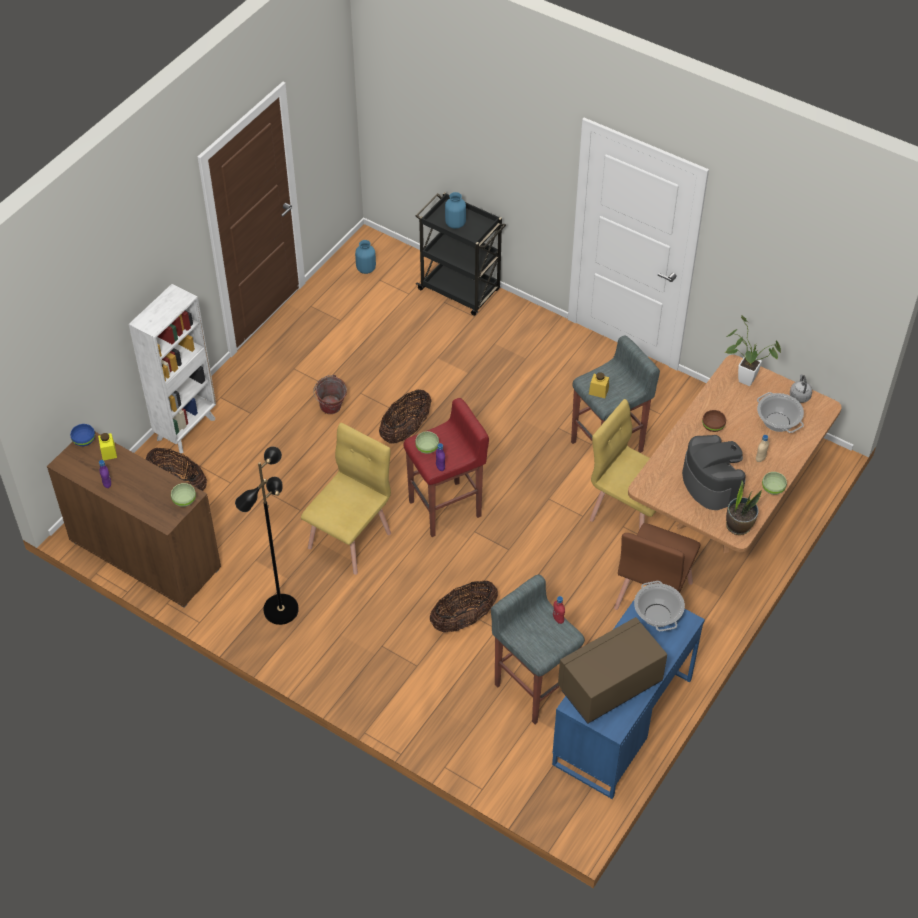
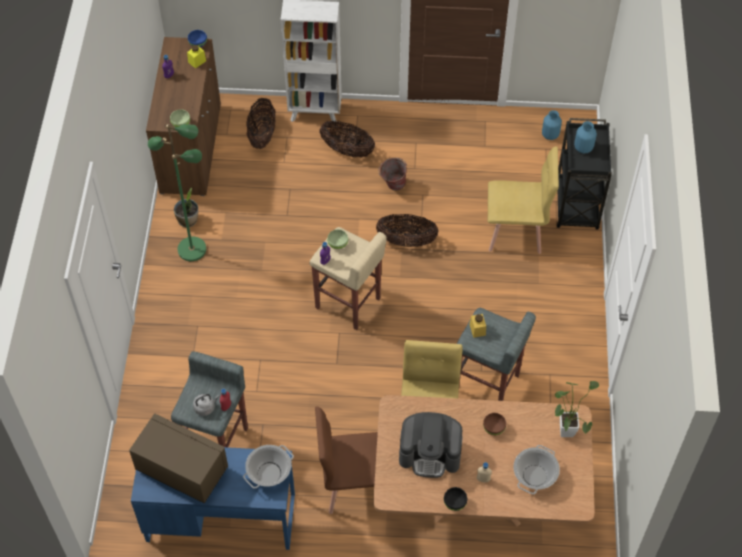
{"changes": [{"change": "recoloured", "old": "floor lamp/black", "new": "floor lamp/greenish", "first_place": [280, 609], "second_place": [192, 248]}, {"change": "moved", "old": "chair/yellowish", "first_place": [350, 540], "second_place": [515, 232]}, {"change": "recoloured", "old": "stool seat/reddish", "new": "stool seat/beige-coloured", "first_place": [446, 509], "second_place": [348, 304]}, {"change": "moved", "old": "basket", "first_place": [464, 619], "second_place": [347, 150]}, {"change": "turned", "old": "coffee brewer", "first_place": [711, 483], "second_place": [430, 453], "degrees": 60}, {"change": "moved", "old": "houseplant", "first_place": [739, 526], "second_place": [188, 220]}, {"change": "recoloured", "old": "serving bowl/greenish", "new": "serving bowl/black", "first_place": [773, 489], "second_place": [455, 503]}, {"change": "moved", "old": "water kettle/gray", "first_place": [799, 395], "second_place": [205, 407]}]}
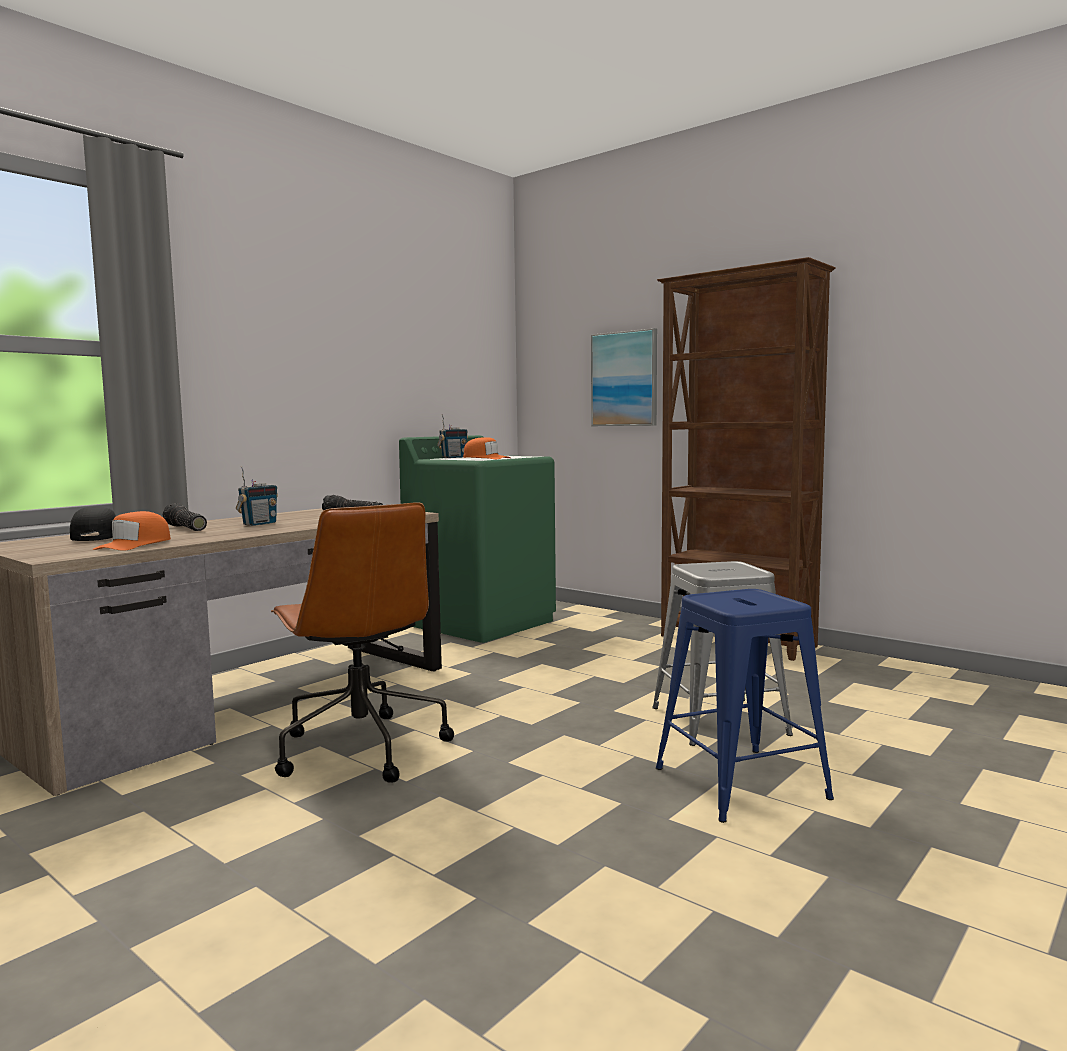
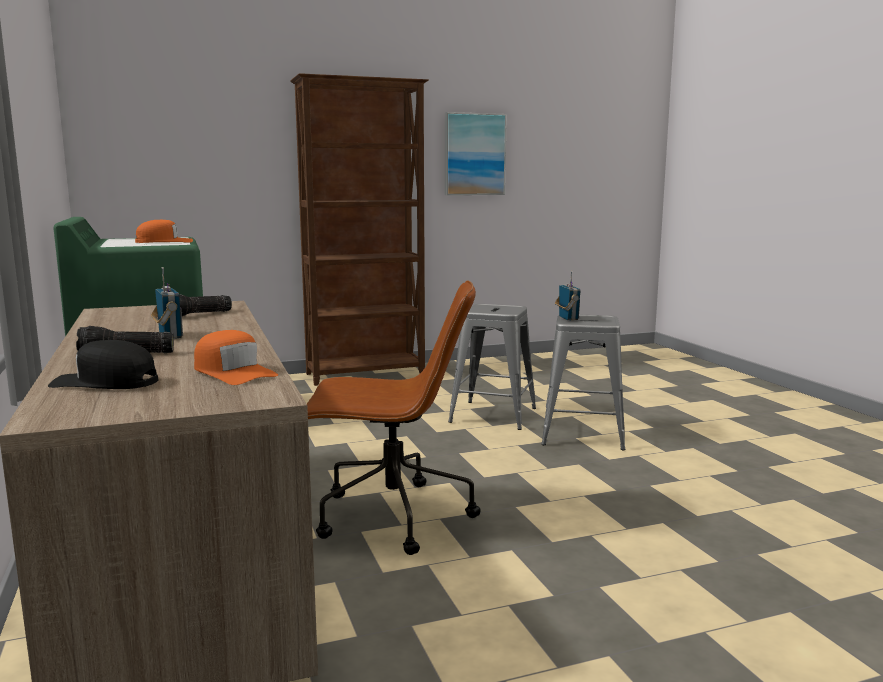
{"changes": [{"change": "moved", "old": "radio receiver", "first_place": [453, 457], "second_place": [567, 318]}, {"change": "moved", "old": "wall art", "first_place": [624, 379], "second_place": [474, 154]}, {"change": "recoloured", "old": "stool seat/bluish", "new": "stool seat/gray", "first_place": [739, 783], "second_place": [582, 434]}]}
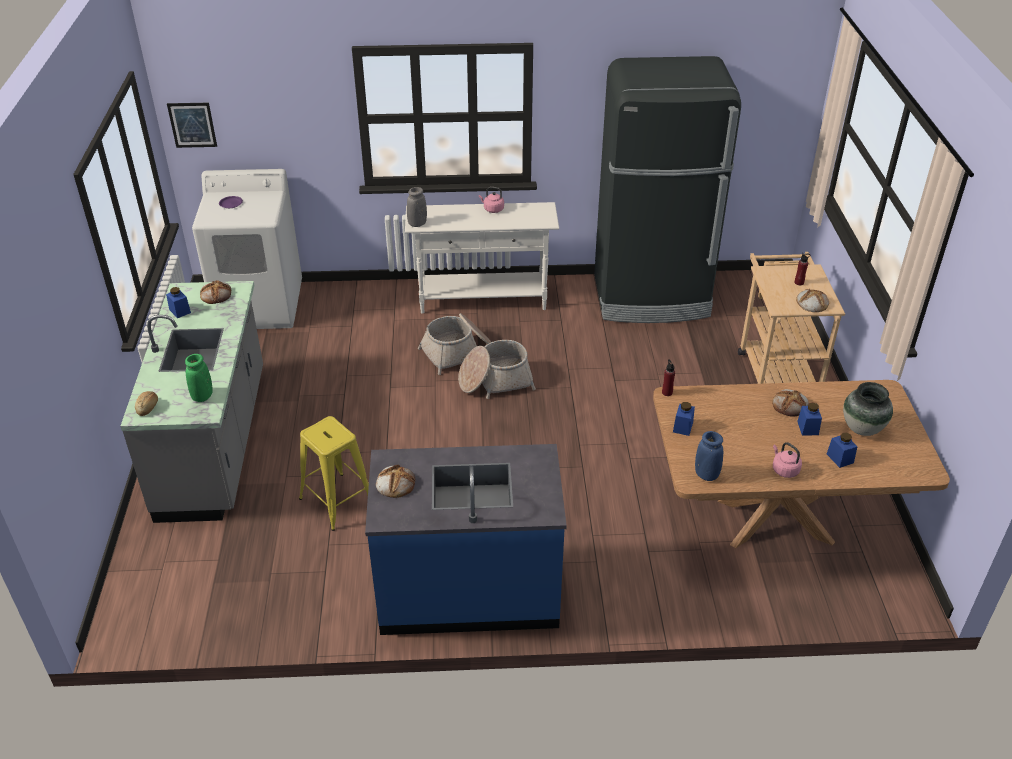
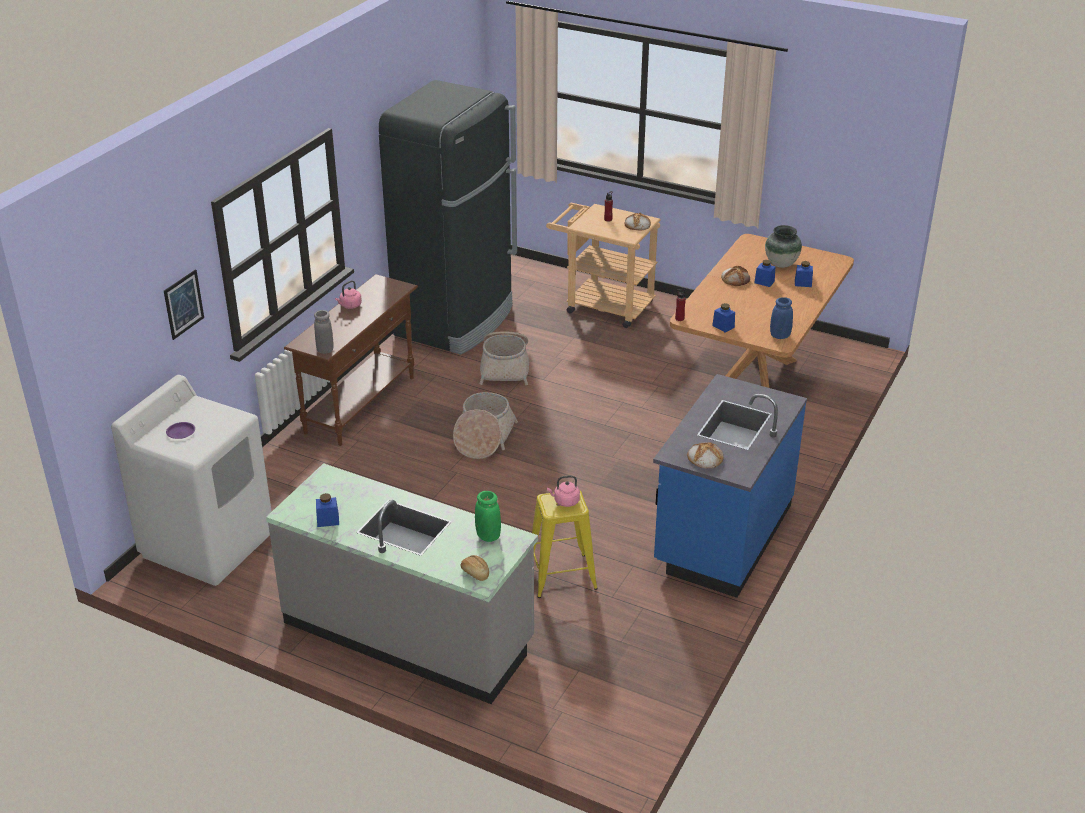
{"changes": [{"change": "moved", "old": "wall art", "first_place": [192, 125], "second_place": [183, 304]}, {"change": "removed", "old": "baked bread", "first_place": [216, 294]}, {"change": "recoloured", "old": "hall table/white-coloured", "new": "hall table/brown", "first_place": [483, 300], "second_place": [361, 405]}, {"change": "moved", "old": "basket", "first_place": [458, 352], "second_place": [505, 367]}, {"change": "moved", "old": "water kettle/pink-coloured", "first_place": [784, 469], "second_place": [565, 501]}]}
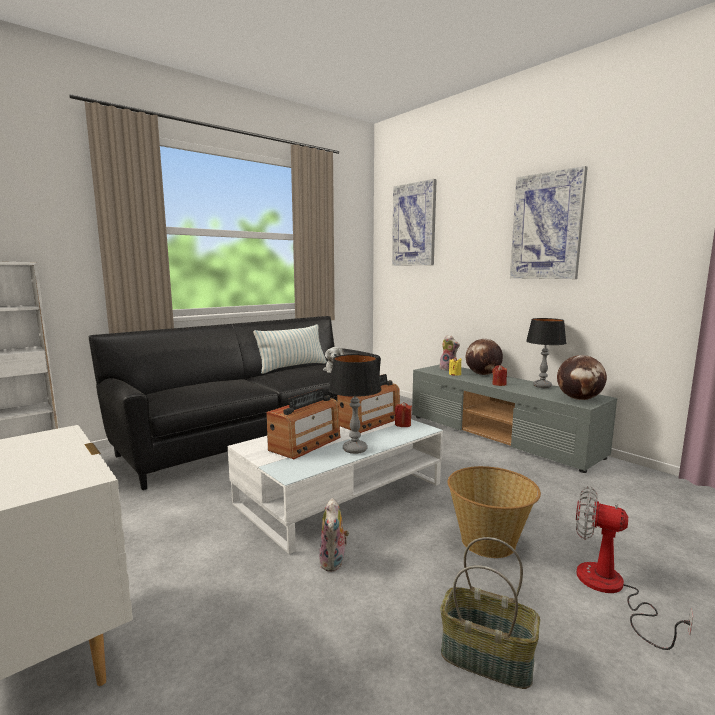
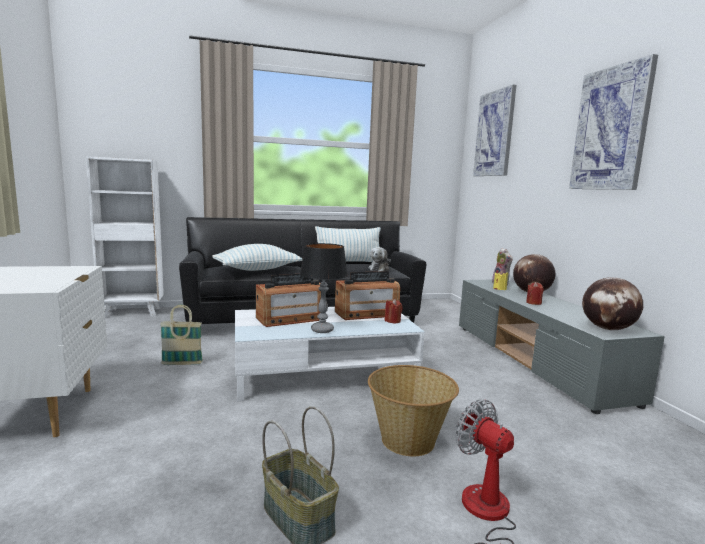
{"changes": [{"change": "removed", "old": "cuddly toy", "first_place": [334, 562]}, {"change": "removed", "old": "lamp for a table", "first_place": [542, 386]}, {"change": "added", "new": "basket", "second_place": [182, 364]}, {"change": "added", "new": "throw pillow", "second_place": [257, 269]}]}
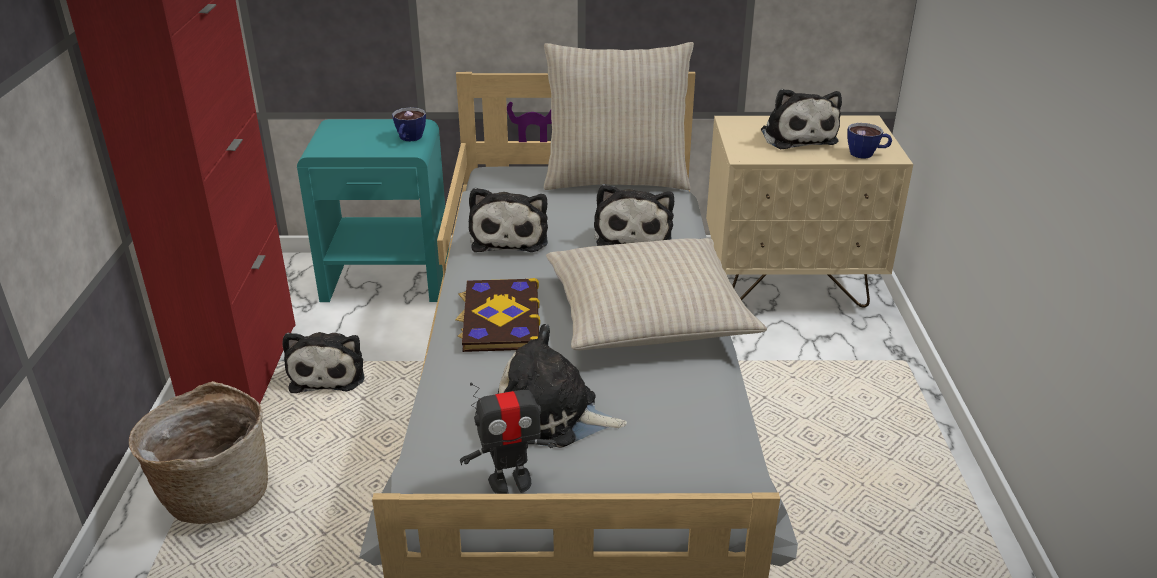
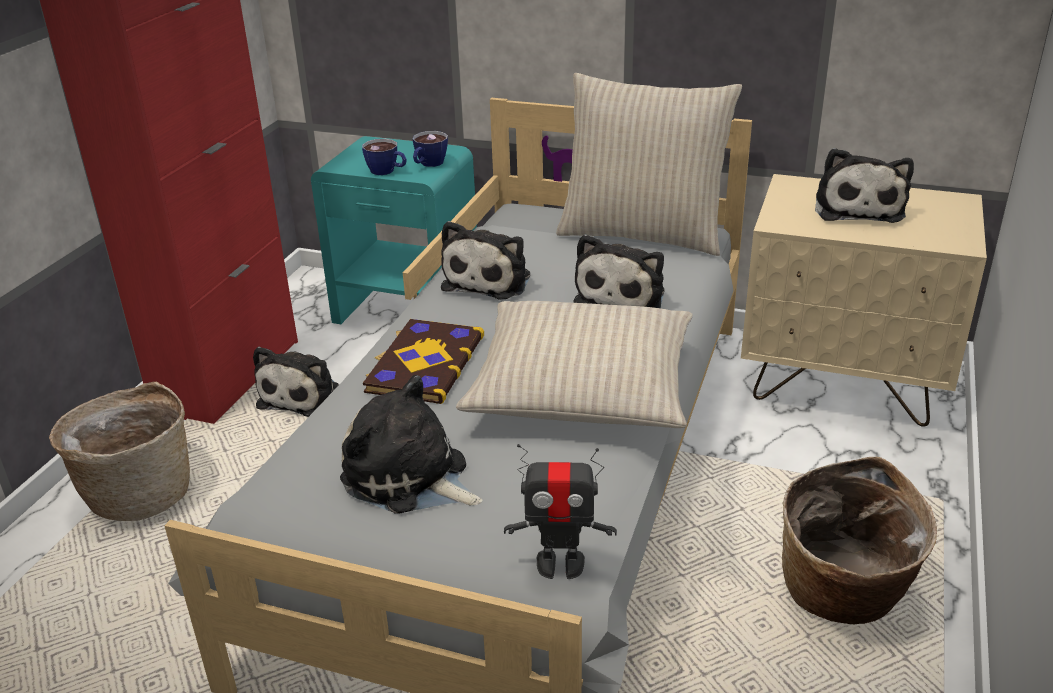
{"changes": [{"change": "moved", "old": "toy robot", "first_place": [510, 481], "second_place": [560, 564]}, {"change": "moved", "old": "drinking cup", "first_place": [867, 154], "second_place": [387, 171]}, {"change": "added", "new": "basket", "second_place": [843, 596]}]}
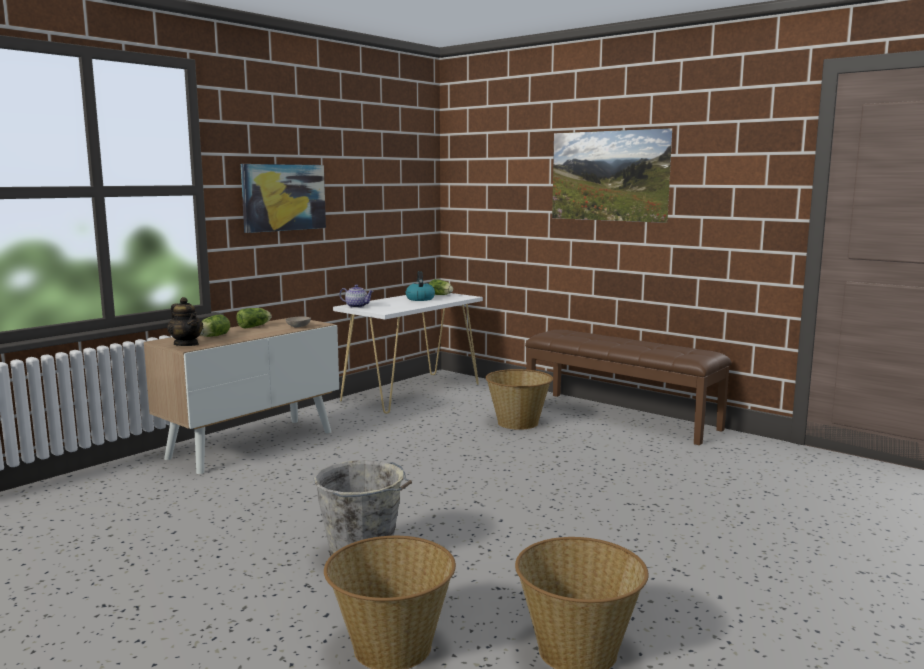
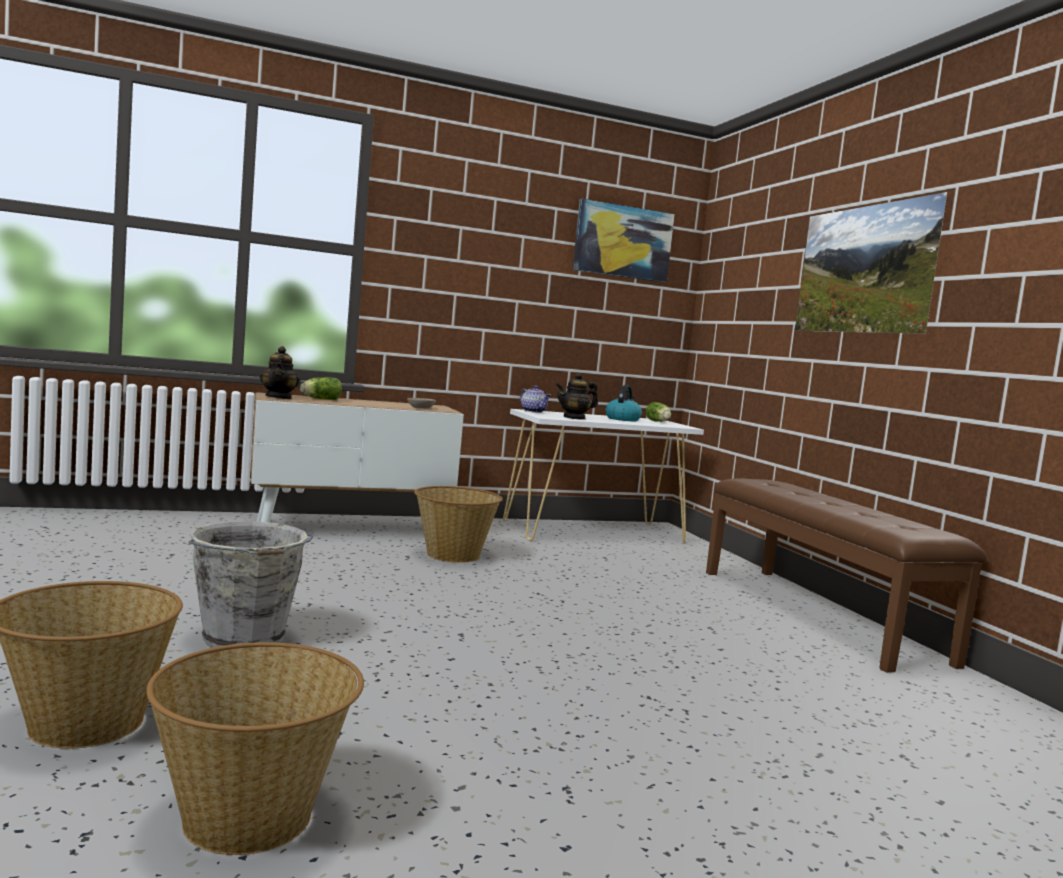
{"changes": [{"change": "removed", "old": "head of lettuce", "first_place": [255, 326]}, {"change": "moved", "old": "wall art", "first_place": [283, 197], "second_place": [623, 241]}, {"change": "moved", "old": "basket", "first_place": [518, 423], "second_place": [453, 555]}, {"change": "added", "new": "teapot", "second_place": [574, 418]}]}
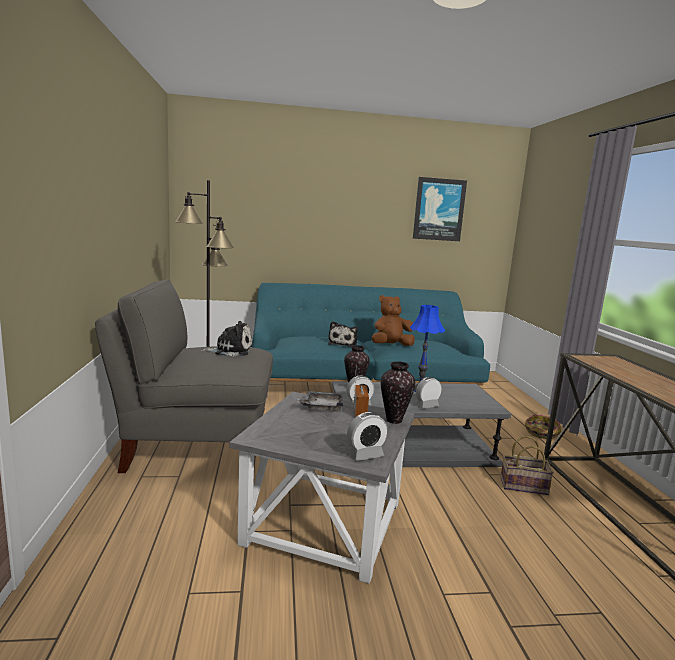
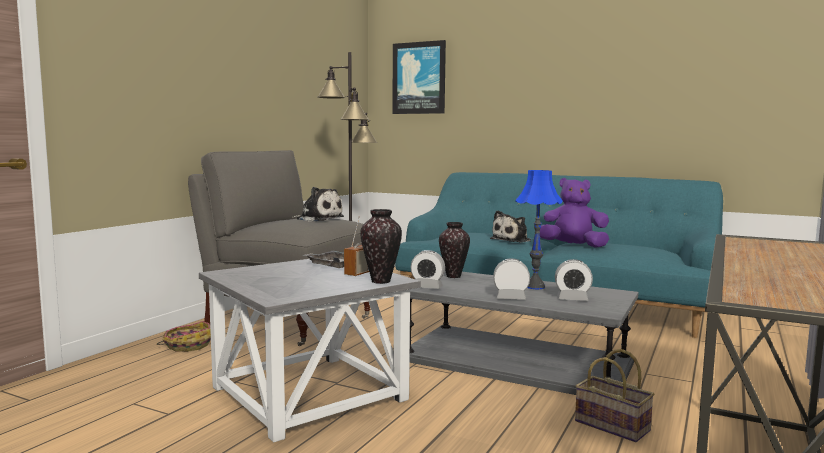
{"changes": [{"change": "moved", "old": "alarm clock", "first_place": [365, 455], "second_place": [572, 299]}, {"change": "recoloured", "old": "cuddly toy/brown", "new": "cuddly toy/purplish", "first_place": [391, 346], "second_place": [573, 246]}, {"change": "moved", "old": "wall art", "first_place": [439, 209], "second_place": [419, 78]}, {"change": "moved", "old": "basket", "first_place": [541, 433], "second_place": [187, 345]}]}
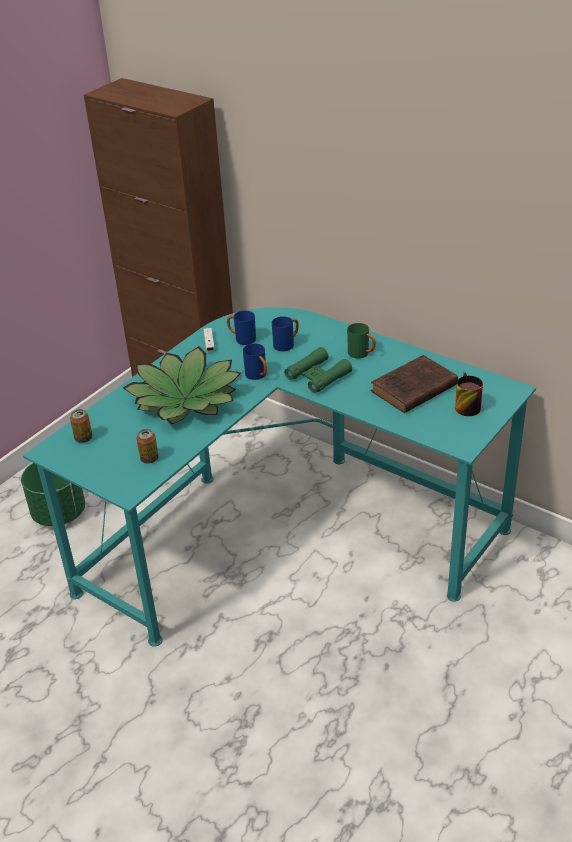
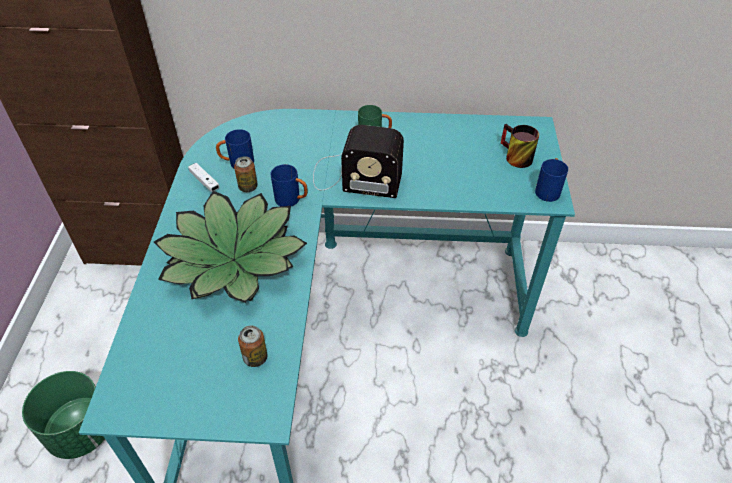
{"changes": [{"change": "moved", "old": "metal can", "first_place": [83, 438], "second_place": [248, 187]}, {"change": "moved", "old": "mug/bluish", "first_place": [287, 344], "second_place": [548, 190]}, {"change": "replaced", "old": "field glasses/greenish", "new": "radio receiver", "first_place": [318, 376], "second_place": [353, 177]}, {"change": "removed", "old": "bound book/brown", "first_place": [412, 389]}]}
